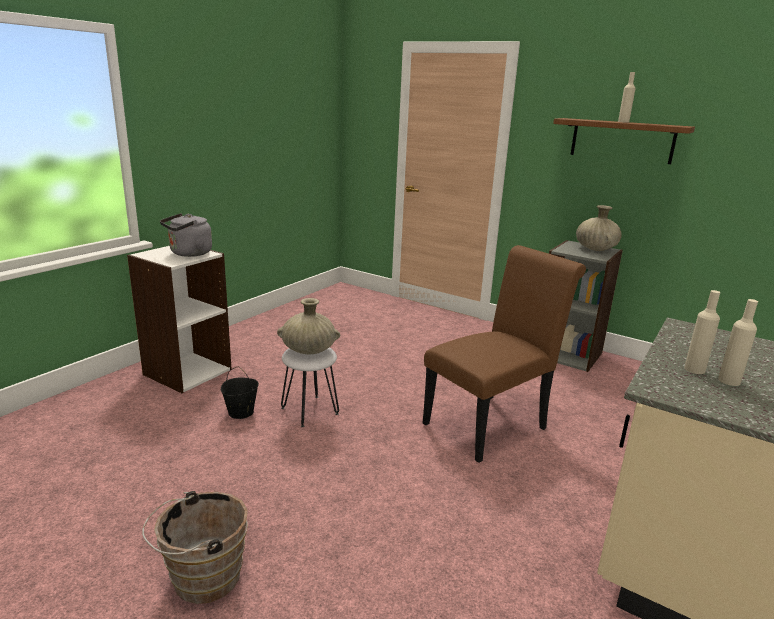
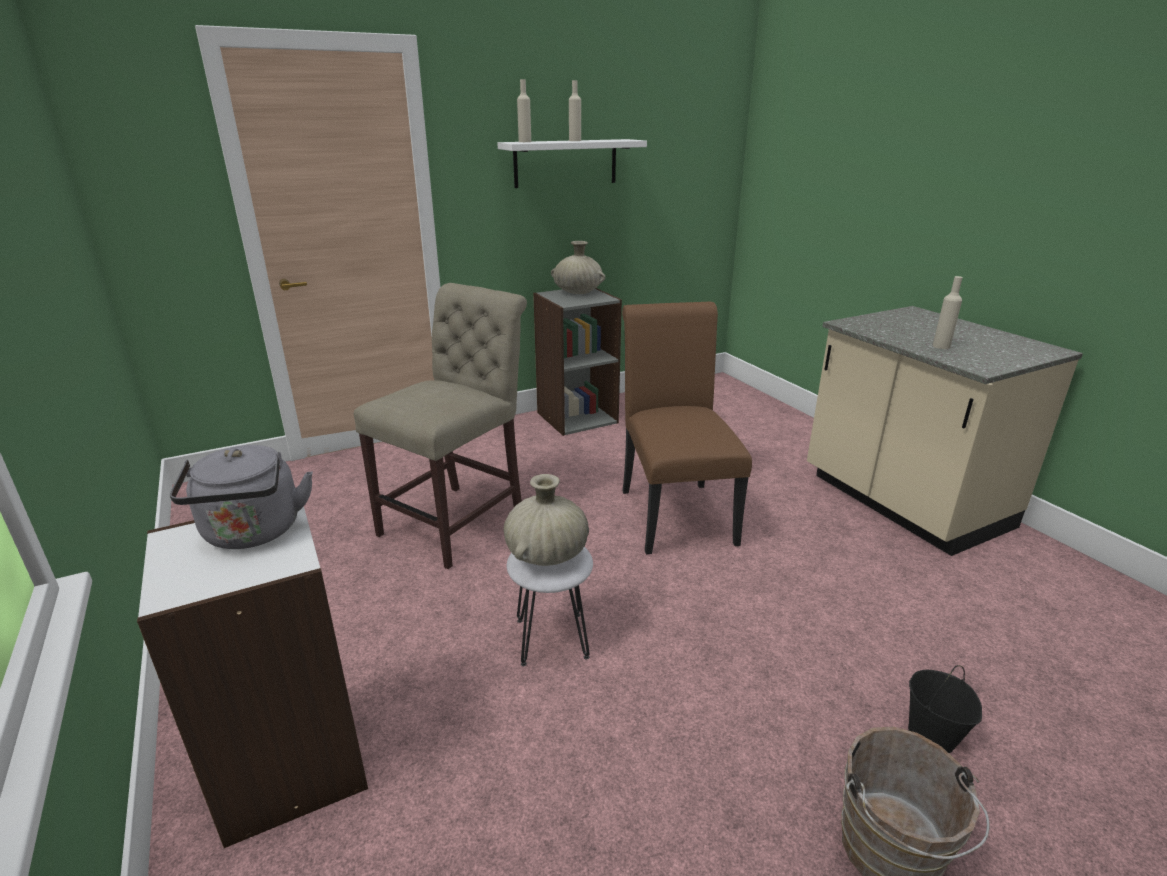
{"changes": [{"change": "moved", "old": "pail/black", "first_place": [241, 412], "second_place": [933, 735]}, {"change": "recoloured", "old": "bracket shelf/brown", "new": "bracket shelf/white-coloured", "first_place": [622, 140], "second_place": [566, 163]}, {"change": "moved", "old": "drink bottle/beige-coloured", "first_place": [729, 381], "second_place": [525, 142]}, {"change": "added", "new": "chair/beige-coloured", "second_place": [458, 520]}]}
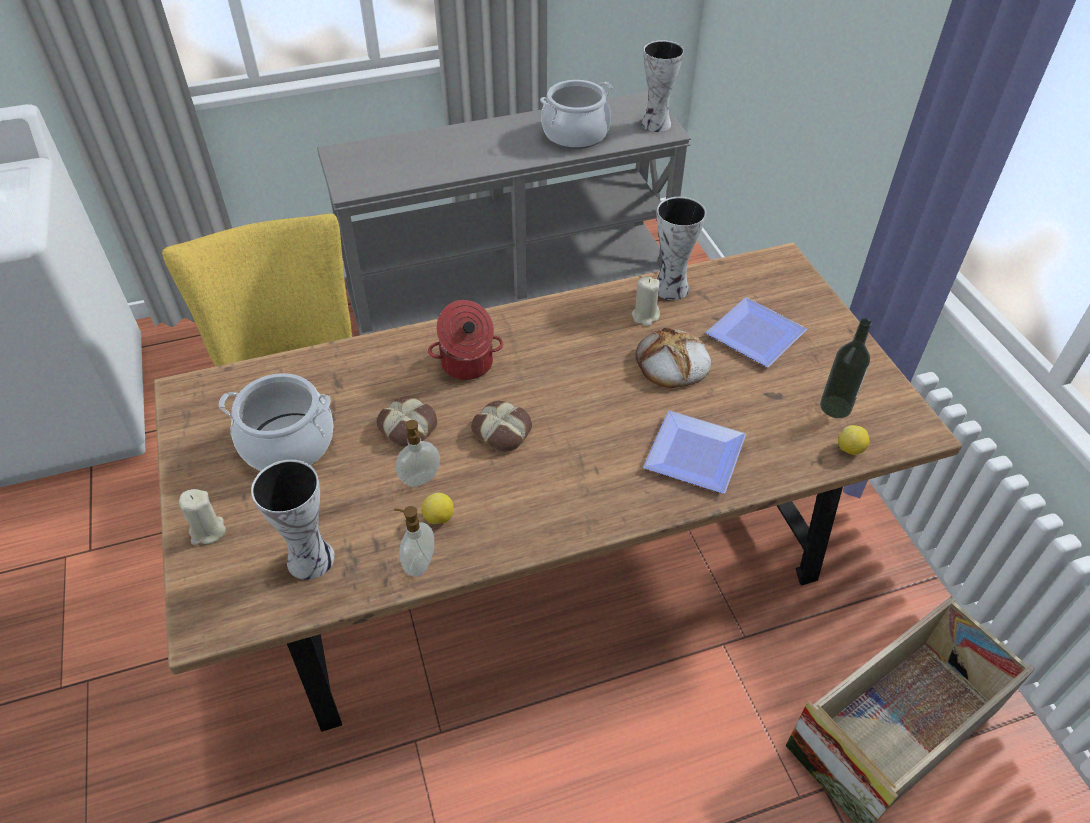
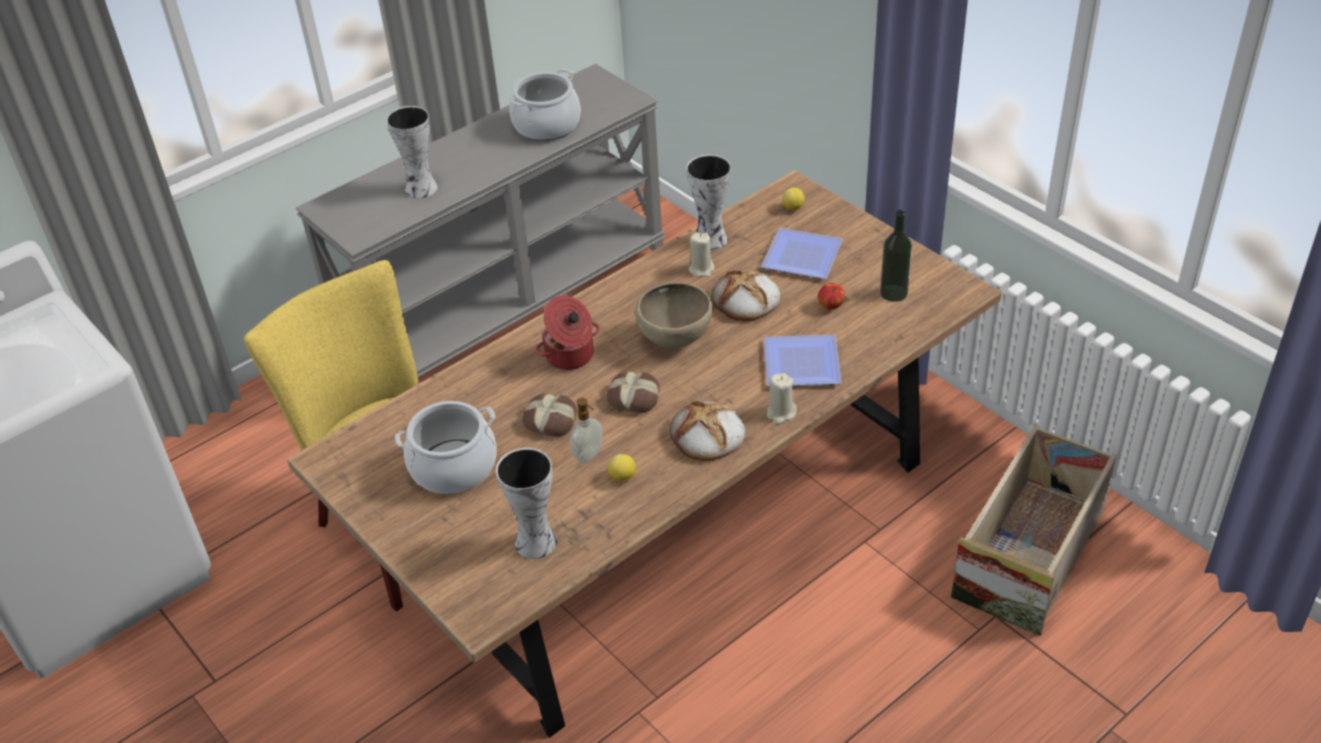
{"changes": [{"change": "moved", "old": "wax candle/beige-coloured", "first_place": [207, 531], "second_place": [781, 413]}, {"change": "removed", "old": "liquid soap bottle", "first_place": [418, 563]}, {"change": "moved", "old": "vase", "first_place": [654, 124], "second_place": [420, 189]}, {"change": "moved", "old": "whole lemon", "first_place": [850, 449], "second_place": [793, 208]}, {"change": "added", "new": "serving bowl/brown", "second_place": [676, 340]}, {"change": "added", "new": "baked bread", "second_place": [707, 436]}, {"change": "added", "new": "whole apple", "second_place": [831, 306]}]}
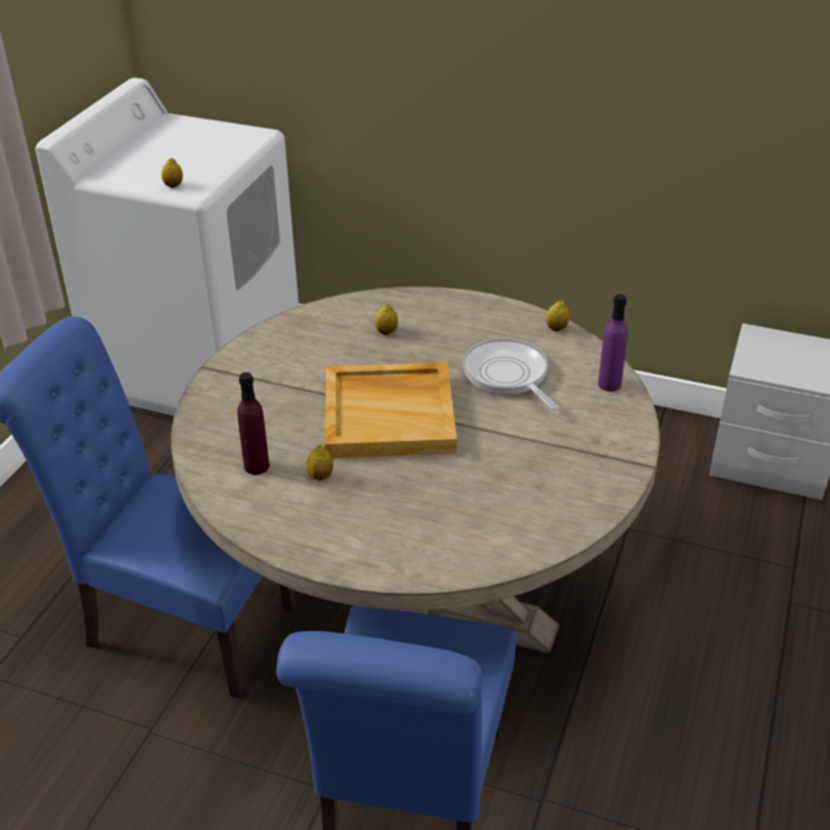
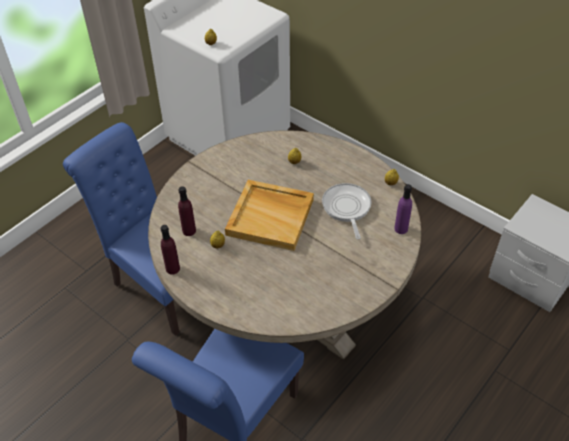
{"changes": [{"change": "added", "new": "drink bottle/purplish", "second_place": [173, 268]}]}
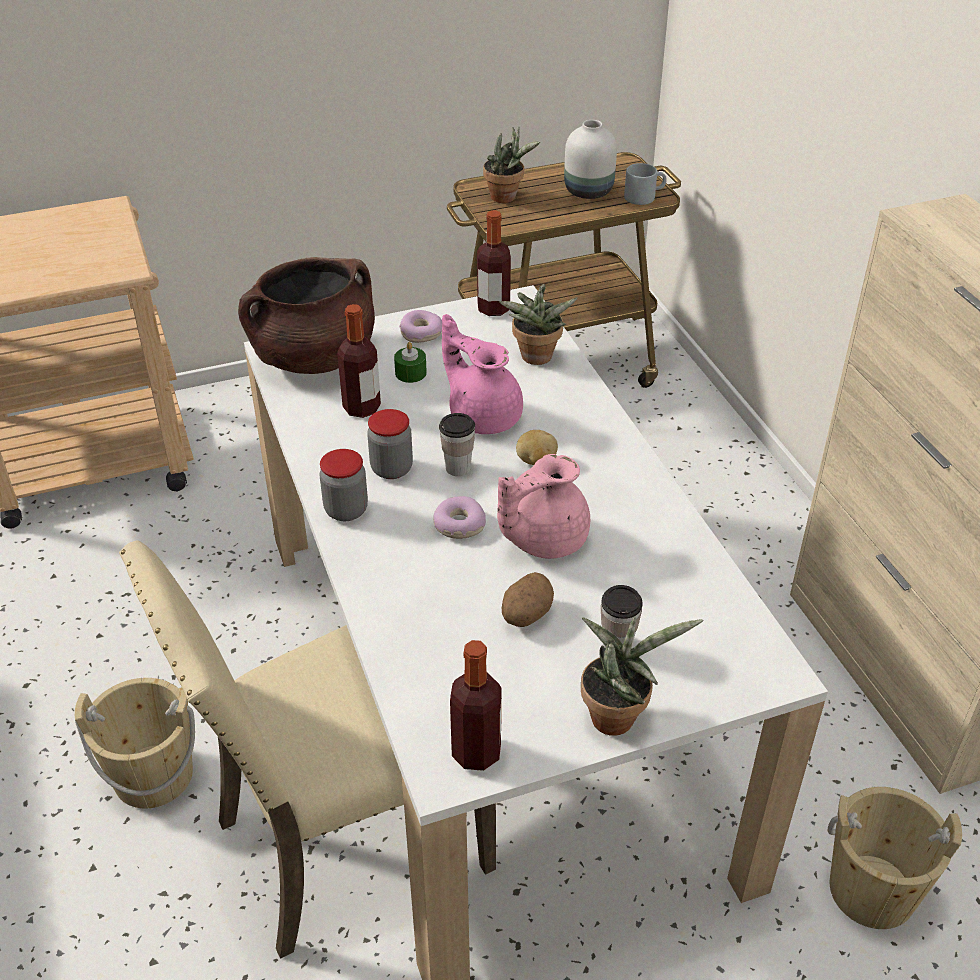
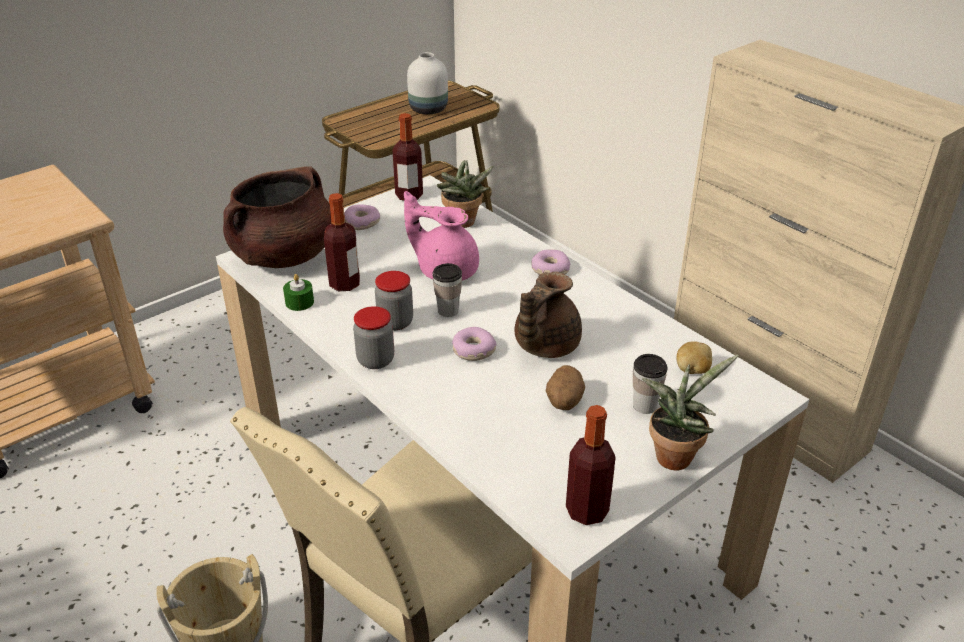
{"changes": [{"change": "moved", "old": "wax candle/greenish", "first_place": [410, 373], "second_place": [299, 302]}, {"change": "removed", "old": "houseplant", "first_place": [507, 198]}, {"change": "recoloured", "old": "teapot/pink-coloured", "new": "teapot/brown", "first_place": [543, 539], "second_place": [544, 345]}, {"change": "moved", "old": "potato", "first_place": [536, 461], "second_place": [692, 370]}, {"change": "removed", "old": "mug/gray", "first_place": [644, 196]}, {"change": "removed", "old": "pail/beige-coloured", "first_place": [872, 890]}, {"change": "added", "new": "ring doughnut", "second_place": [550, 269]}]}
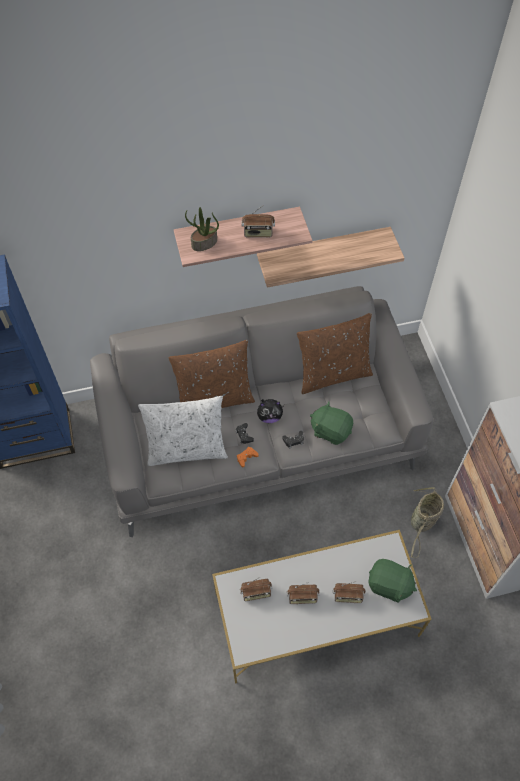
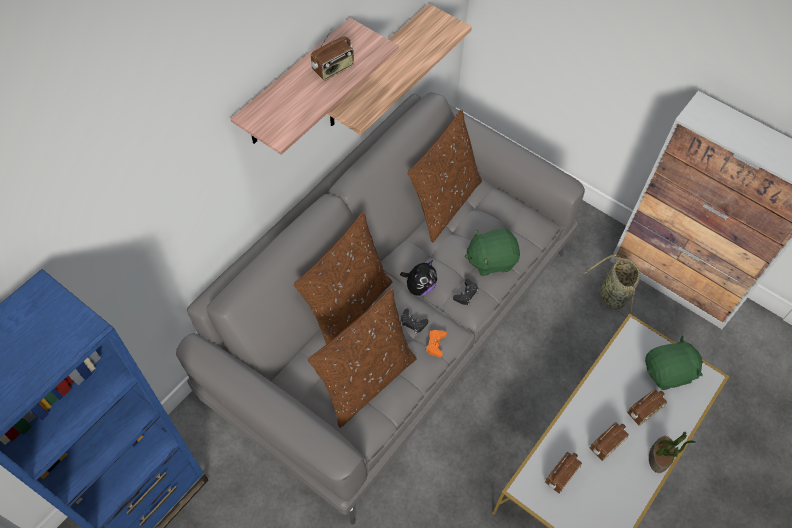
{"changes": [{"change": "recoloured", "old": "throw pillow/white-coloured", "new": "throw pillow/brown", "first_place": [187, 449], "second_place": [366, 379]}, {"change": "moved", "old": "houseplant", "first_place": [204, 243], "second_place": [659, 457]}]}
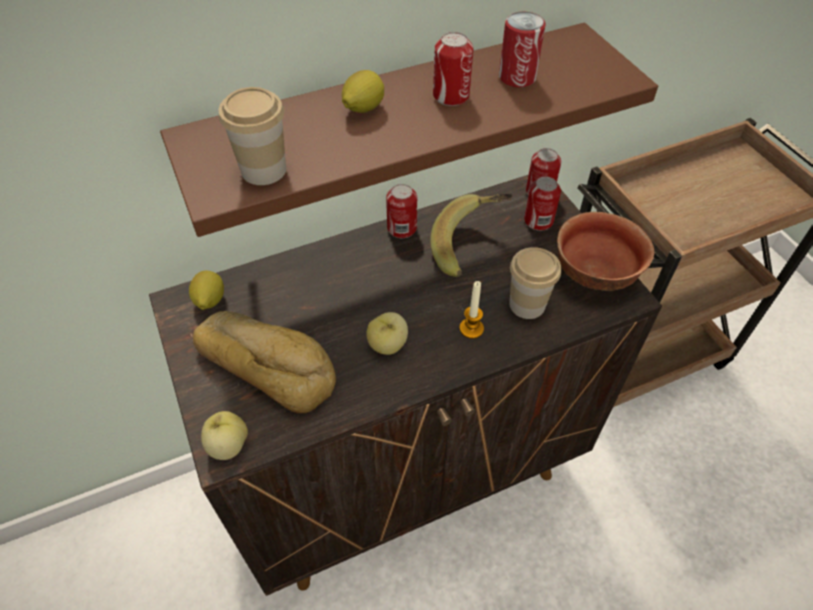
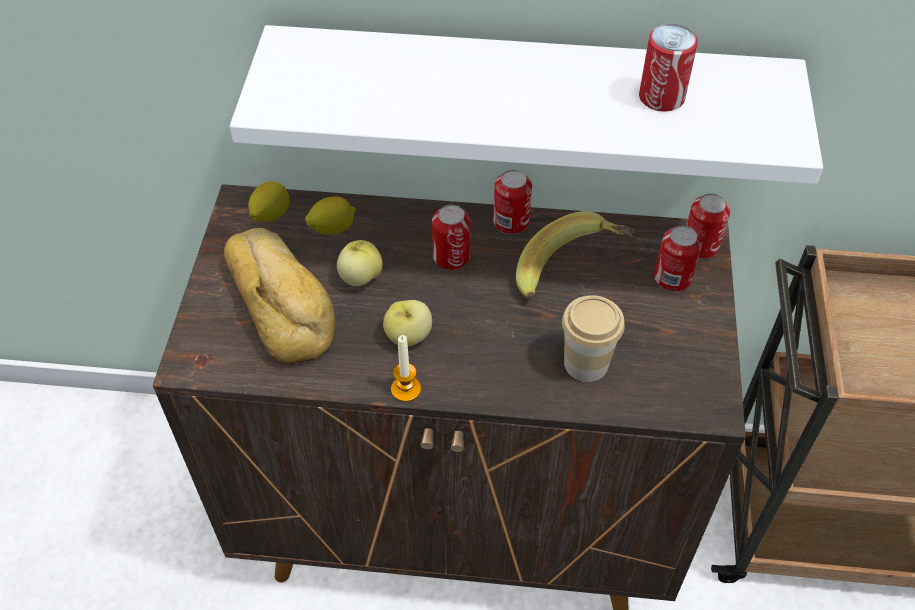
{"changes": [{"change": "recoloured", "old": "bracket shelf/brown", "new": "bracket shelf/white-coloured", "first_place": [391, 120], "second_place": [526, 95]}, {"change": "moved", "old": "whole apple", "first_place": [228, 445], "second_place": [360, 277]}, {"change": "removed", "old": "drinking cup", "first_place": [263, 170]}, {"change": "moved", "old": "whole lemon", "first_place": [363, 109], "second_place": [332, 228]}, {"change": "moved", "old": "metal can", "first_place": [451, 96], "second_place": [451, 257]}, {"change": "moved", "old": "wax candle", "first_place": [471, 328], "second_place": [406, 389]}, {"change": "removed", "old": "serving bowl", "first_place": [594, 272]}]}
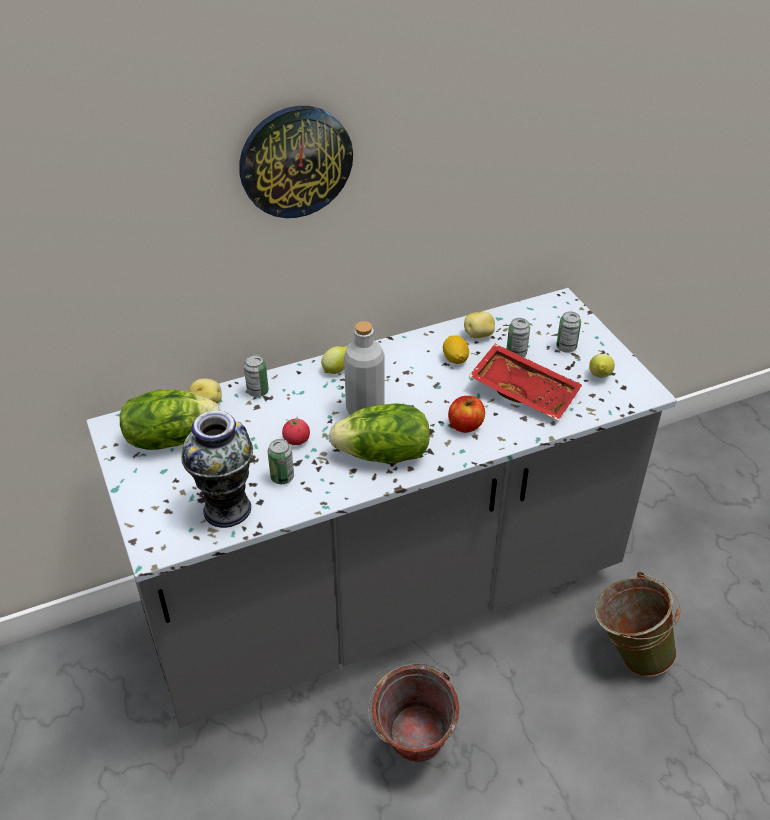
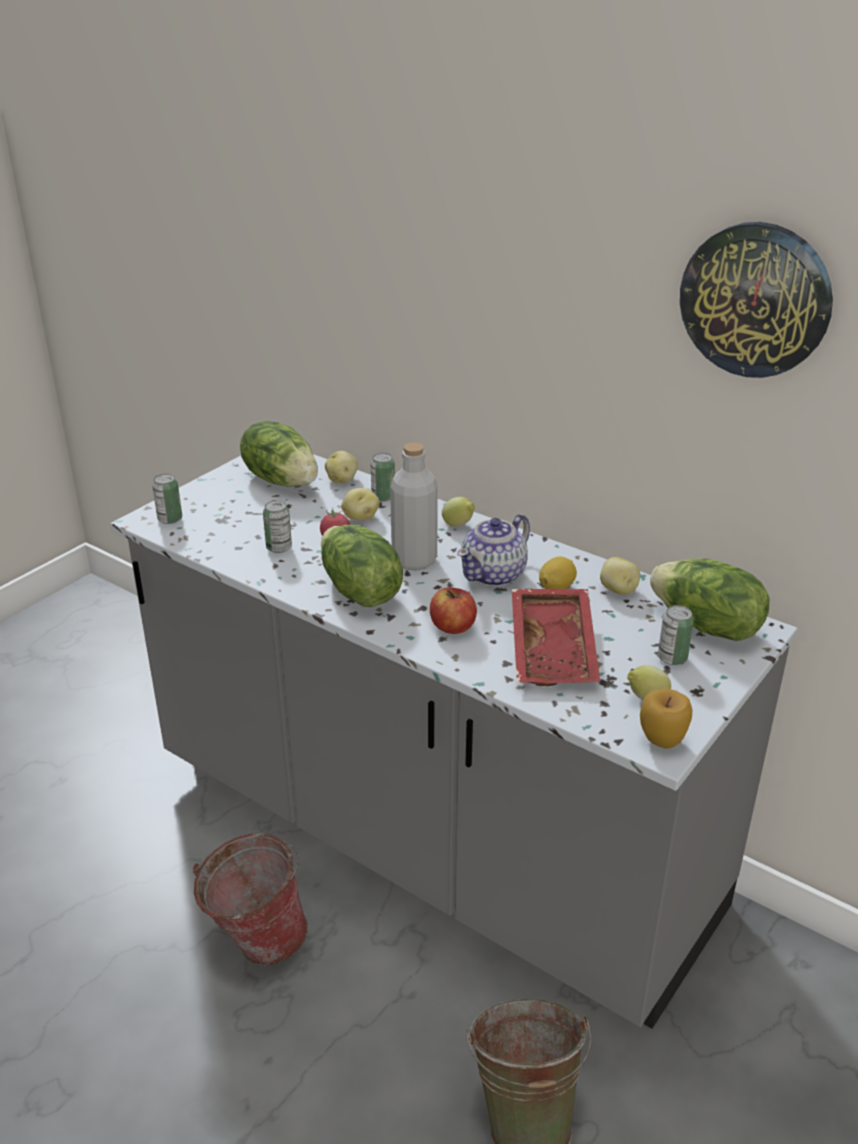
{"changes": [{"change": "removed", "old": "vase", "first_place": [227, 509]}, {"change": "moved", "old": "wall clock", "first_place": [295, 161], "second_place": [755, 300]}, {"change": "moved", "old": "metal can", "first_place": [516, 354], "second_place": [170, 519]}, {"change": "added", "new": "potato", "second_place": [360, 517]}, {"change": "added", "new": "teapot", "second_place": [494, 574]}, {"change": "added", "new": "whole apple", "second_place": [662, 741]}, {"change": "added", "new": "head of lettuce", "second_place": [706, 626]}]}
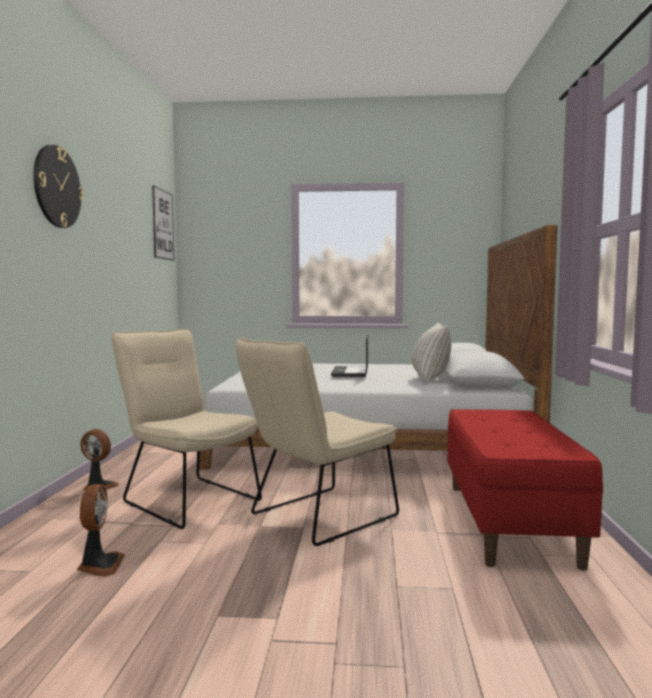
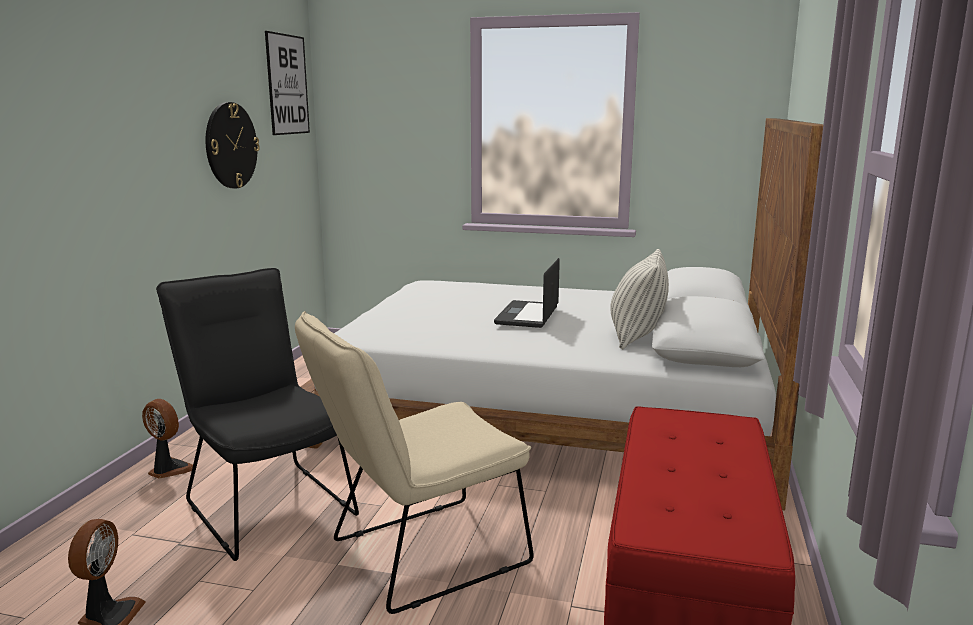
{"changes": [{"change": "moved", "old": "wall clock", "first_place": [57, 187], "second_place": [231, 145]}, {"change": "recoloured", "old": "chair/beige-coloured", "new": "chair/black", "first_place": [186, 499], "second_place": [265, 503]}]}
